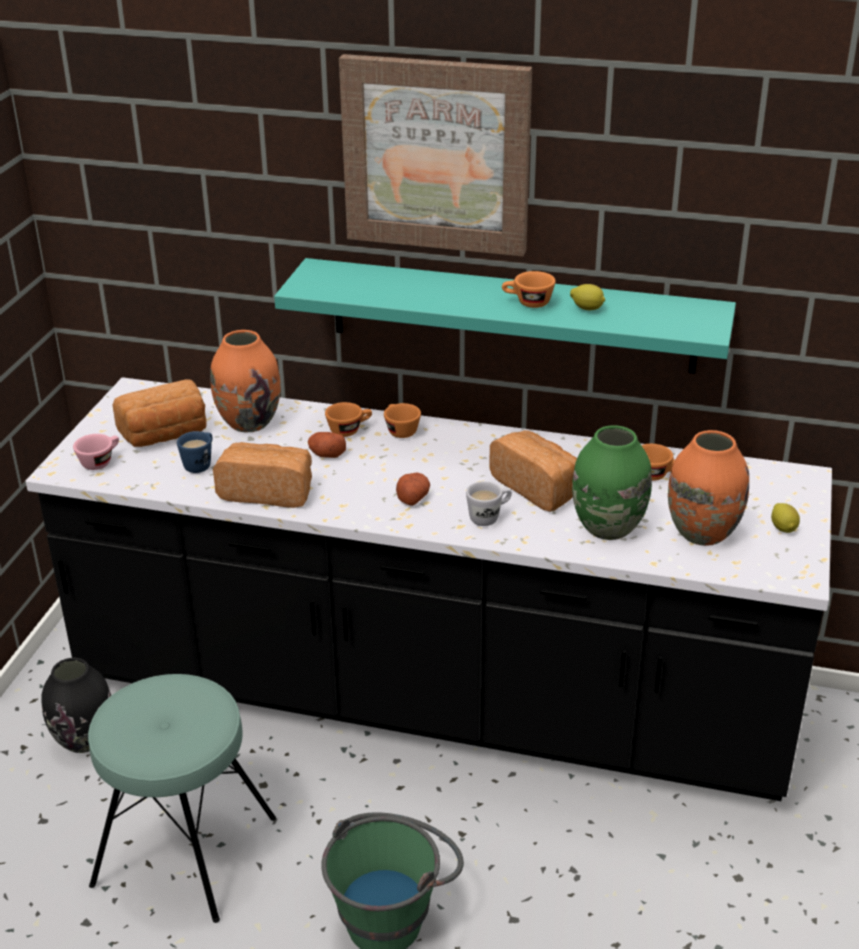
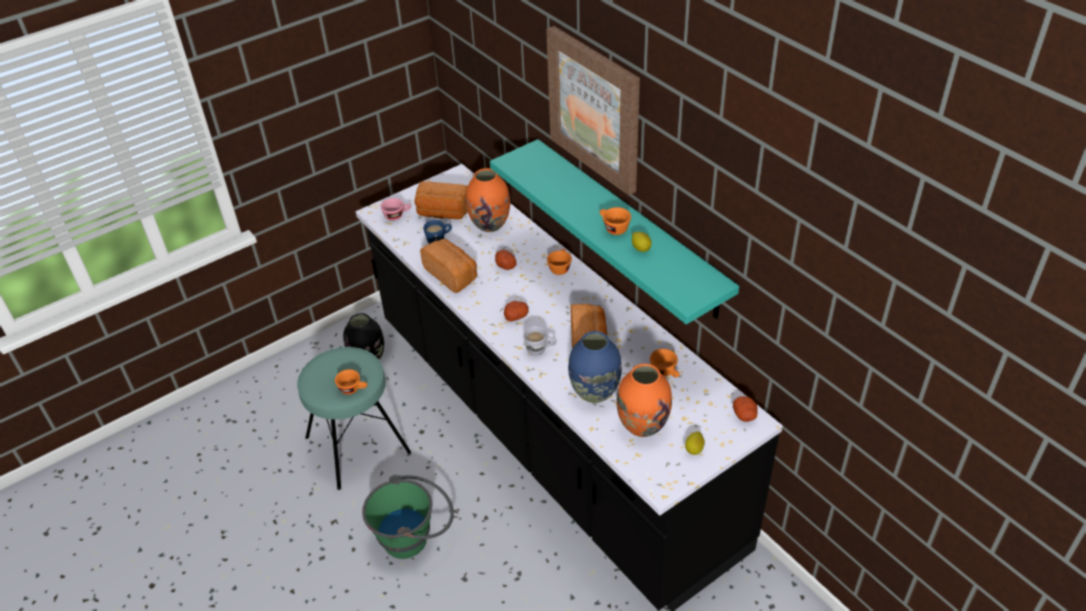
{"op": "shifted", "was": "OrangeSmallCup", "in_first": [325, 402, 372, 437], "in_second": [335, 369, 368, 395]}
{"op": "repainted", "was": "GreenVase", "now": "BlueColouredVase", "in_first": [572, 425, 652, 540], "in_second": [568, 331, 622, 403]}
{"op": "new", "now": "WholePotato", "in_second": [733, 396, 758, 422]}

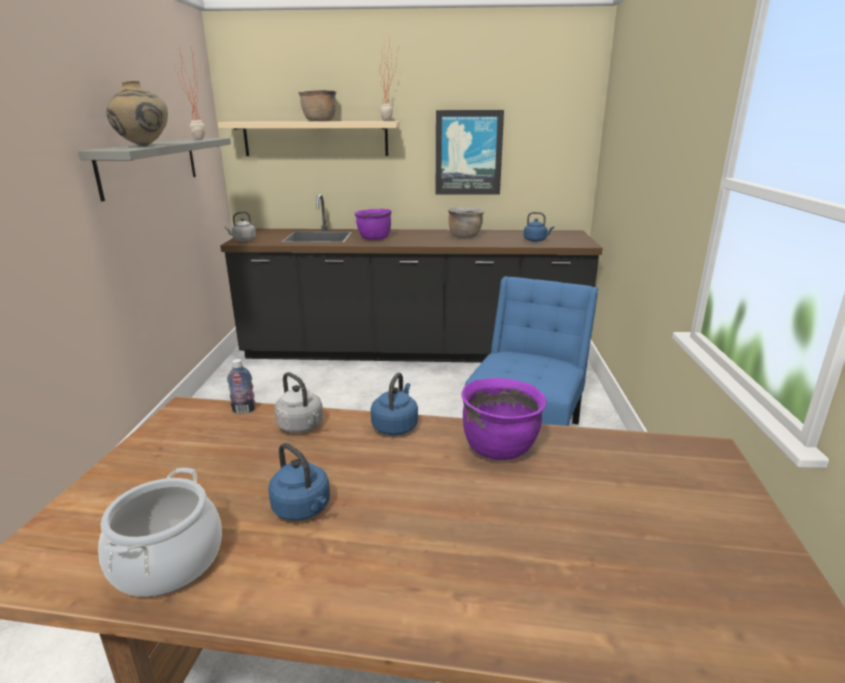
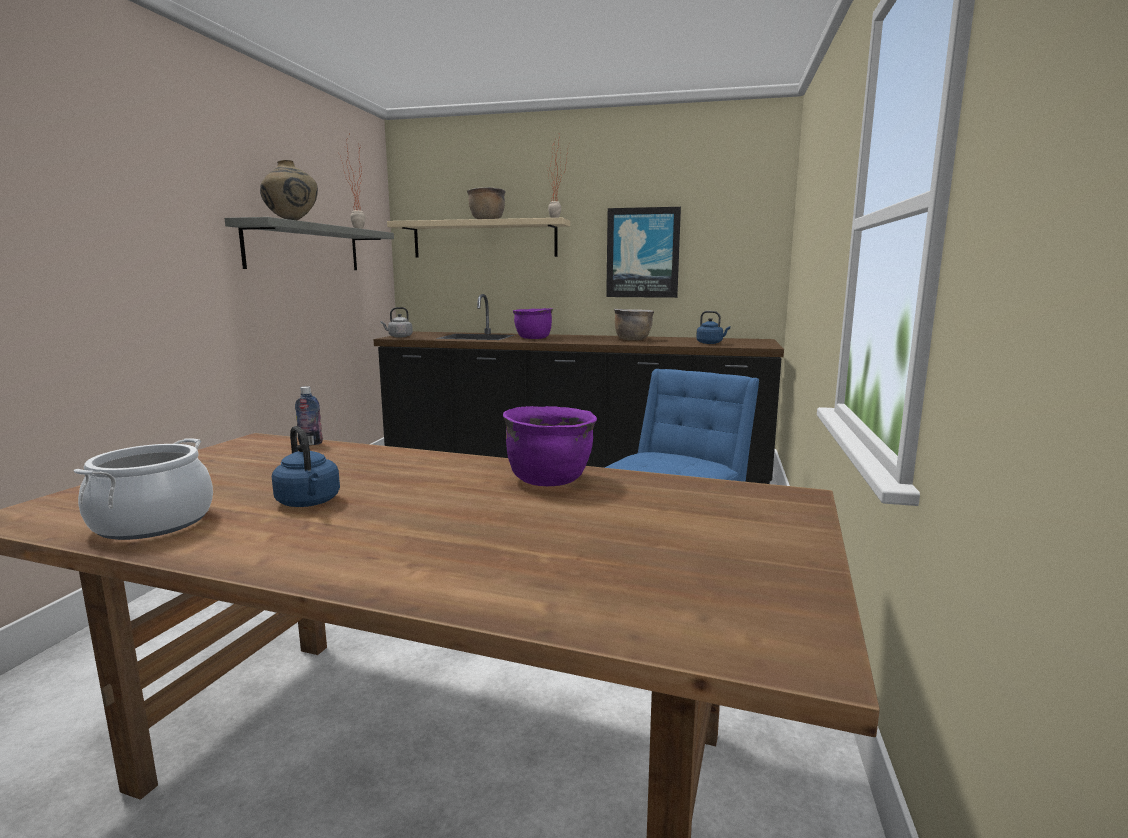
{"op": "gone", "was": "GrayKettle", "in_first": [274, 372, 323, 433]}
{"op": "gone", "was": "BlueColouredKettle", "in_first": [371, 373, 418, 435]}

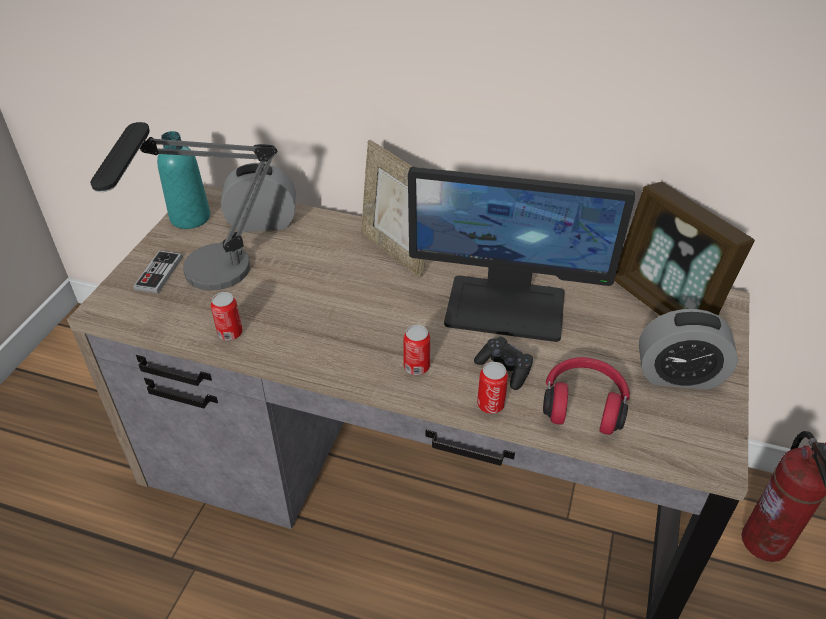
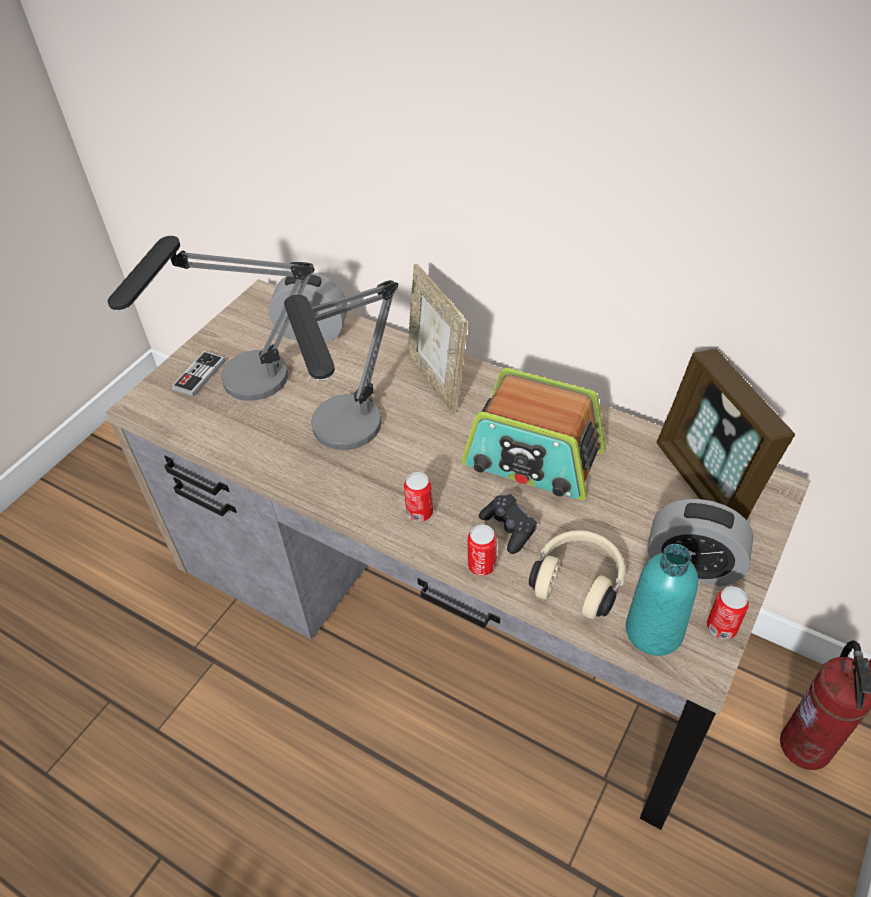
{"op": "shifted", "was": "TurquoiseDrinkBottle", "in_first": [157, 131, 210, 229], "in_second": [626, 544, 698, 656]}
{"op": "swapped", "was": "ComputerDisplay", "now": "RadioReceiver", "in_first": [408, 167, 635, 342], "in_second": [462, 368, 605, 500]}
{"op": "shifted", "was": "Can", "in_first": [211, 292, 243, 341], "in_second": [707, 586, 749, 640]}
{"op": "repainted", "was": "ReddishHeadphones", "now": "BeigeColouredHeadphones", "in_first": [543, 357, 630, 435], "in_second": [529, 530, 626, 619]}
{"op": "new", "now": "LampForATable", "in_second": [284, 280, 398, 450]}

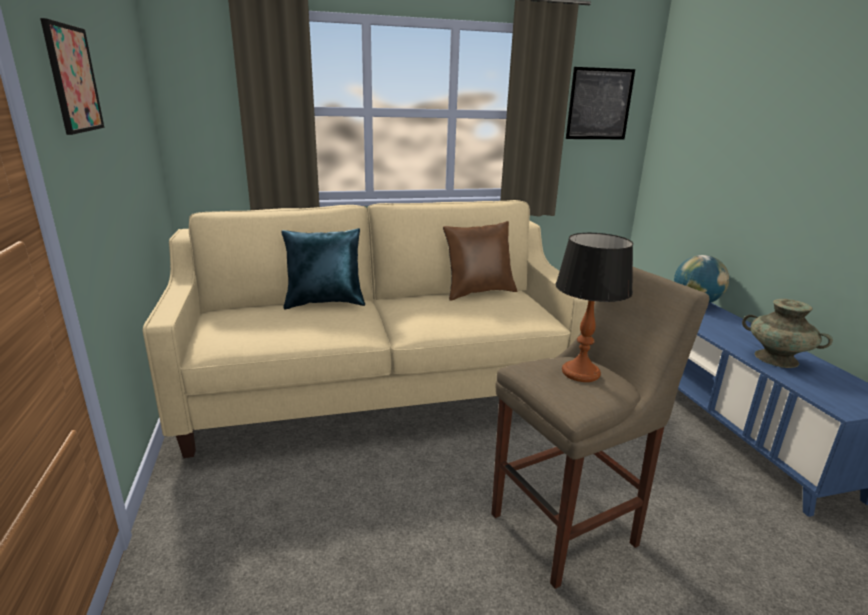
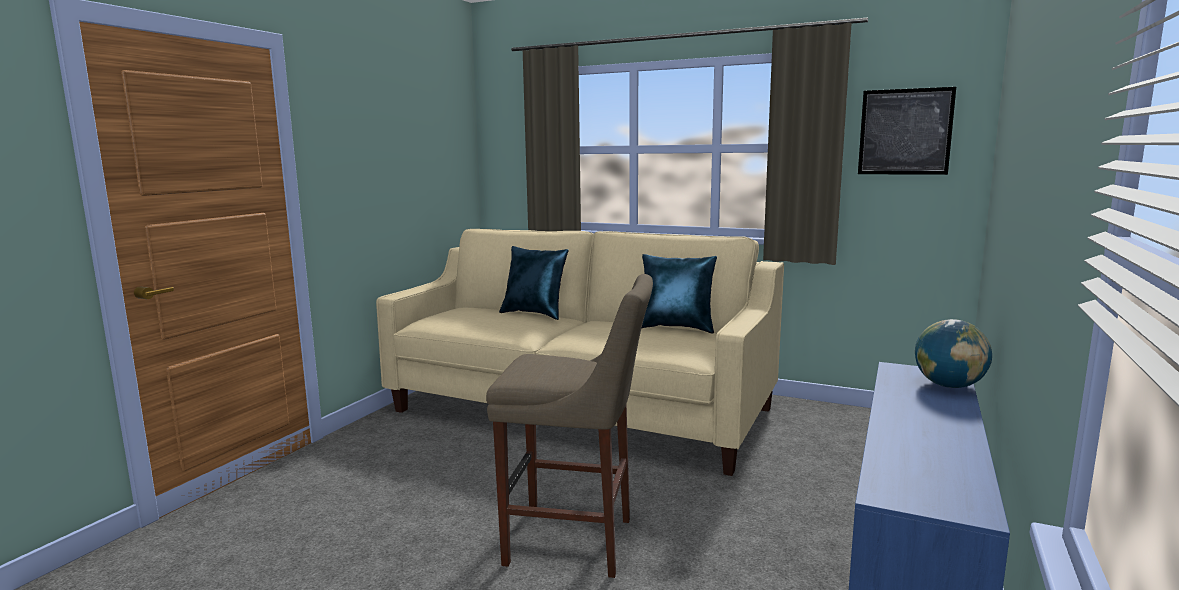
{"op": "gone", "was": "WallPicture", "in_first": [40, 18, 104, 135]}
{"op": "repainted", "was": "BrownCushion", "now": "BlueColouredCushion", "in_first": [443, 221, 517, 301], "in_second": [642, 254, 717, 334]}
{"op": "gone", "was": "LampForATable", "in_first": [556, 233, 633, 382]}
{"op": "gone", "was": "TurquoiseVase", "in_first": [742, 299, 833, 368]}

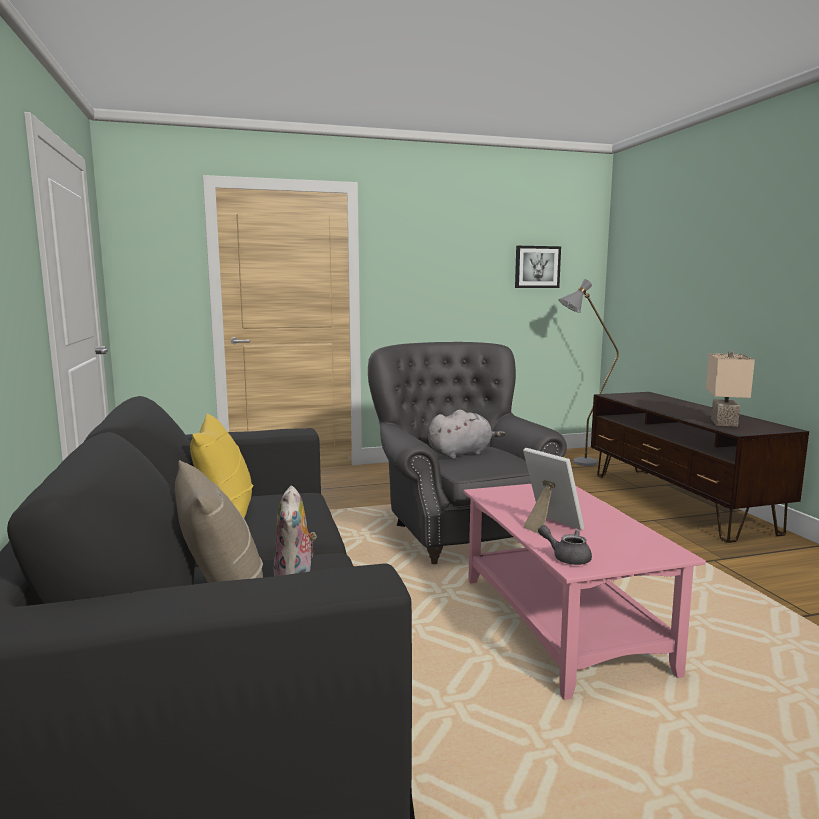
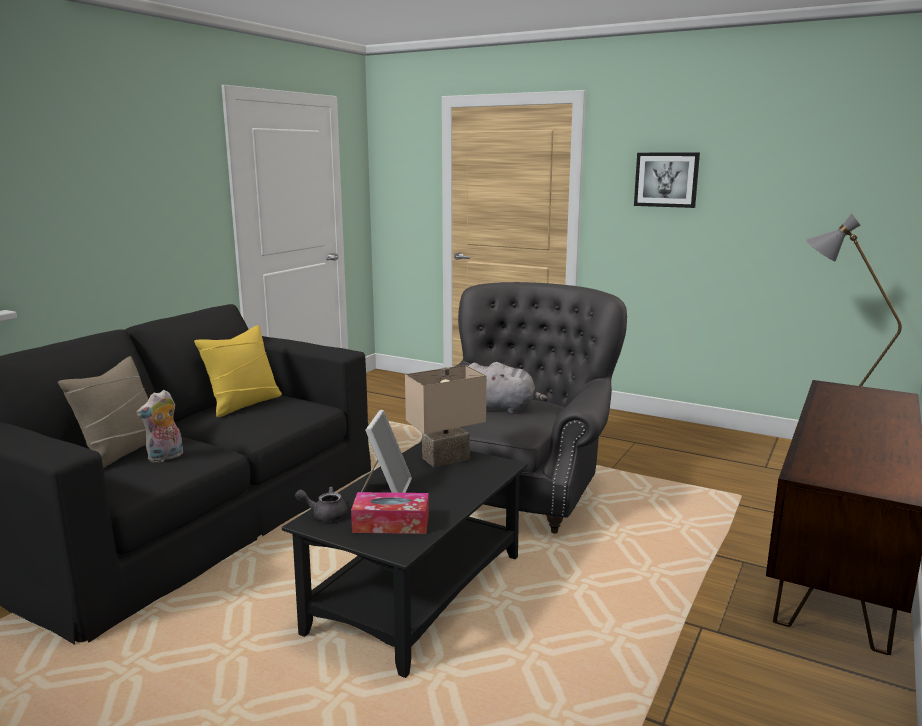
{"op": "shifted", "was": "WallPicture", "in_first": [515, 246, 561, 288], "in_second": [634, 153, 700, 208]}
{"op": "shifted", "was": "BeigeColouredLampForATable", "in_first": [706, 351, 755, 427], "in_second": [405, 365, 487, 467]}
{"op": "repainted", "was": "PinkishLoungeTable", "now": "BlackLoungeTable", "in_first": [464, 484, 706, 700], "in_second": [282, 441, 527, 678]}
{"op": "rotated", "was": "GrayTeaPot", "in_first": [538, 525, 592, 565], "in_second": [295, 487, 348, 521], "clockwise": -75}
{"op": "new", "now": "TissueBox", "in_second": [351, 492, 429, 534]}

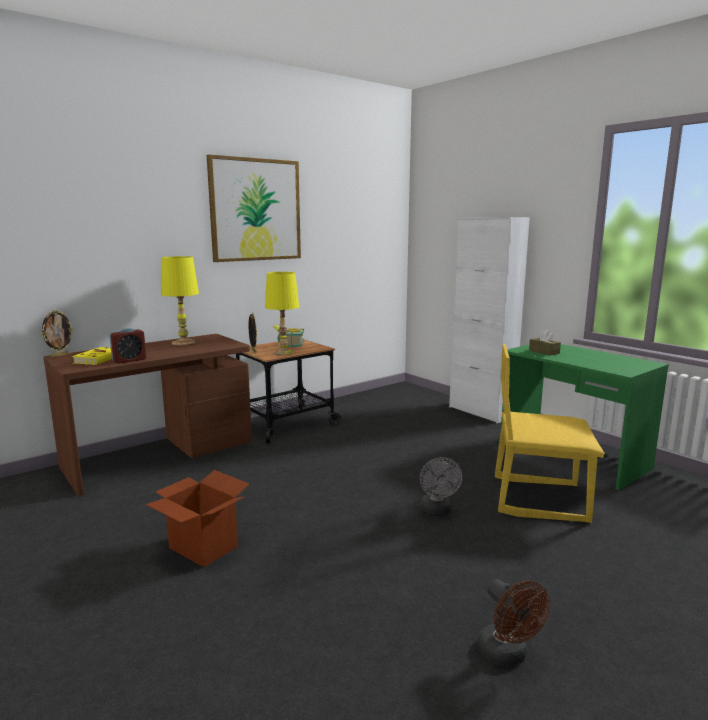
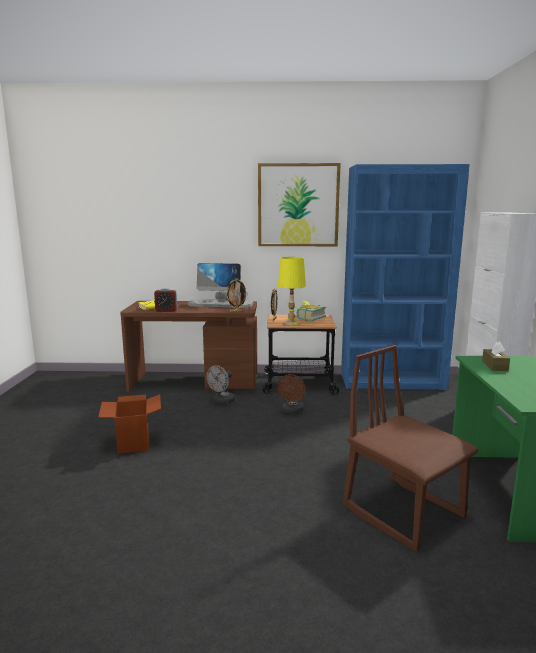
{"op": "swapped", "was": "YellowishLampForATable", "now": "ComputerDisplay", "in_first": [161, 256, 199, 346], "in_second": [188, 263, 253, 308]}
{"op": "shifted", "was": "PictureFrame", "in_first": [41, 310, 74, 357], "in_second": [226, 278, 248, 312]}
{"op": "repainted", "was": "YellowishUprightChair", "now": "BrownUprightChair", "in_first": [495, 344, 605, 523], "in_second": [343, 345, 478, 553]}
{"op": "shifted", "was": "GrayFan", "in_first": [420, 457, 462, 515], "in_second": [207, 365, 235, 404]}
{"op": "shifted", "was": "BrownFan", "in_first": [478, 579, 550, 666], "in_second": [277, 374, 306, 414]}
{"op": "new", "now": "BlueColouredShelvingUnit", "in_second": [341, 164, 470, 390]}

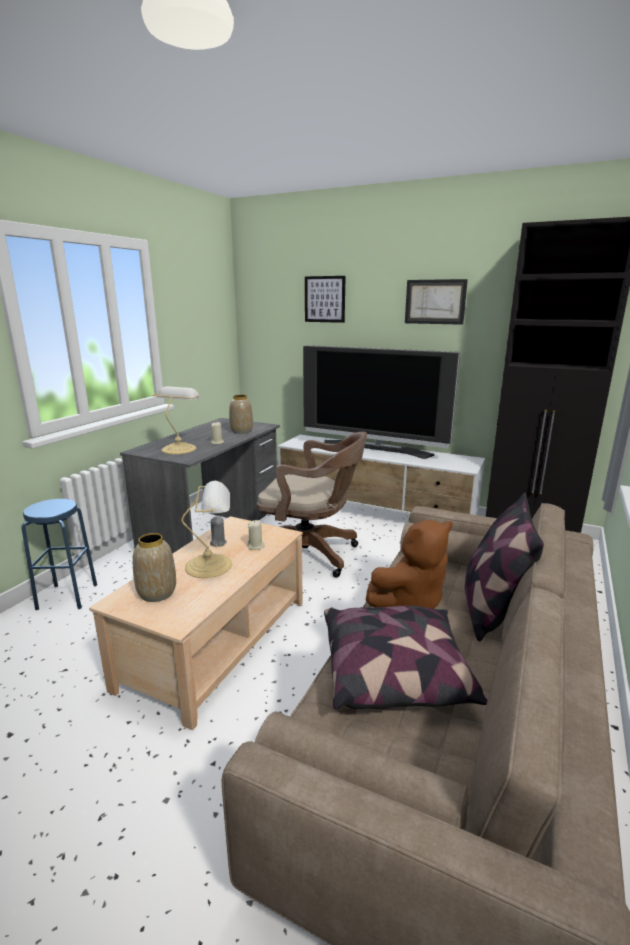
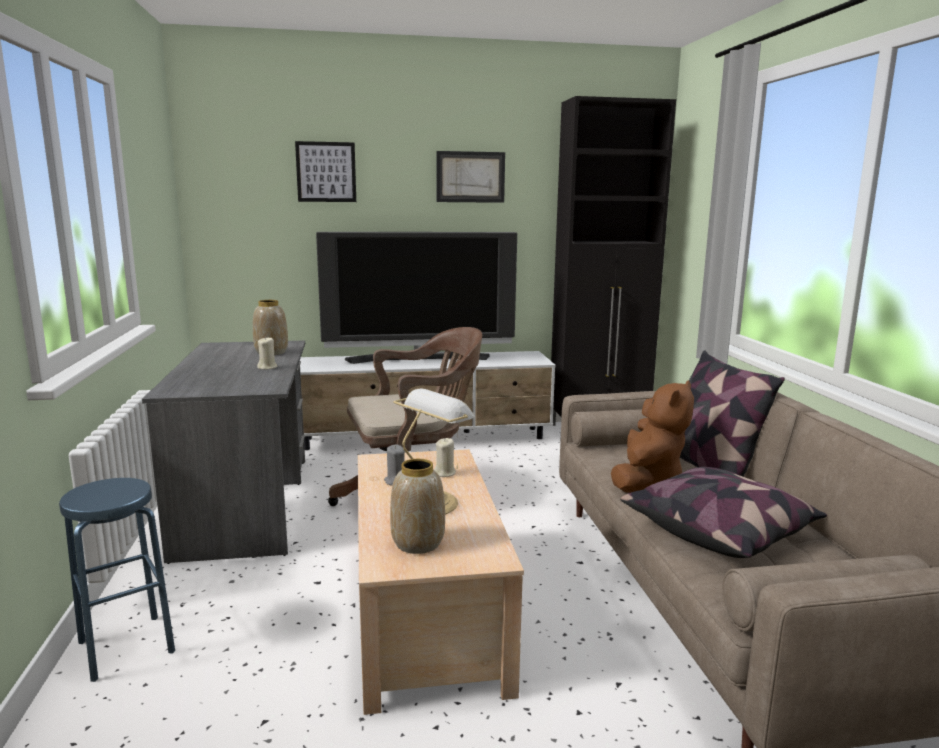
{"op": "gone", "was": "LampForATable", "in_first": [151, 386, 201, 454]}

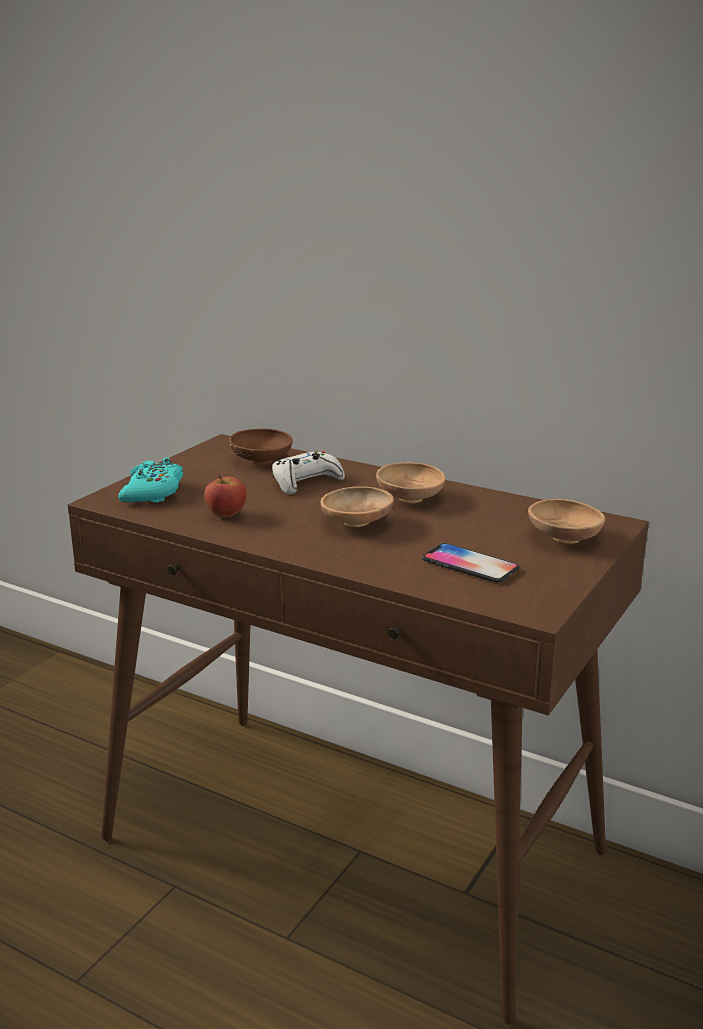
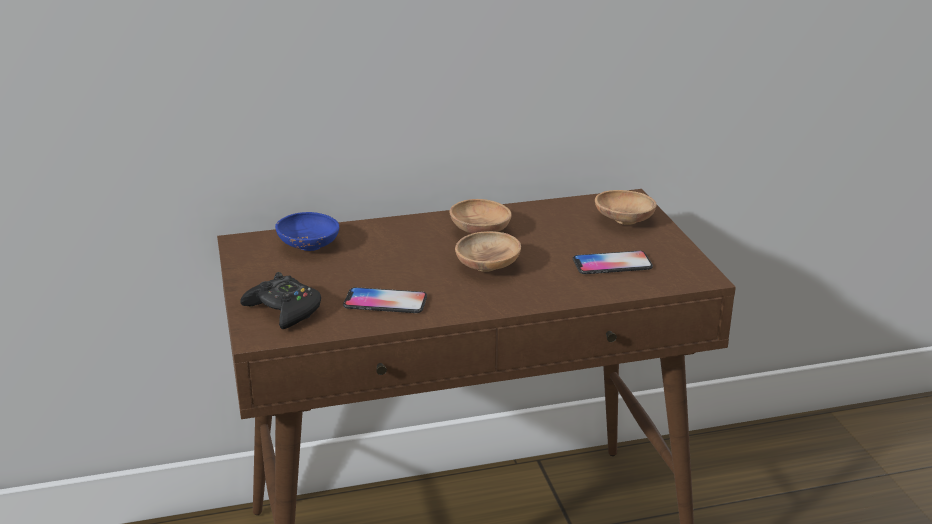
{"op": "repainted", "was": "BrownServingBowl", "now": "BlueColouredServingBowl", "in_first": [229, 429, 293, 465], "in_second": [275, 212, 339, 251]}
{"op": "gone", "was": "WhitishGamepad", "in_first": [272, 451, 345, 494]}
{"op": "repainted", "was": "TurquoiseGamepad", "now": "BlackGamepad", "in_first": [118, 457, 183, 503], "in_second": [240, 272, 321, 329]}
{"op": "swapped", "was": "Apple", "now": "Telephone", "in_first": [204, 475, 247, 518], "in_second": [343, 287, 427, 313]}

